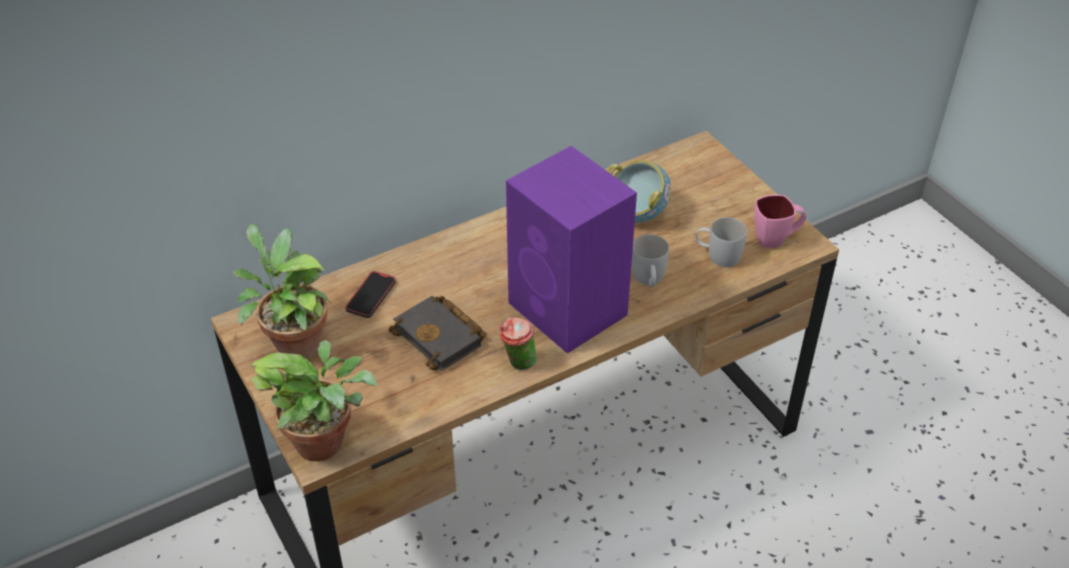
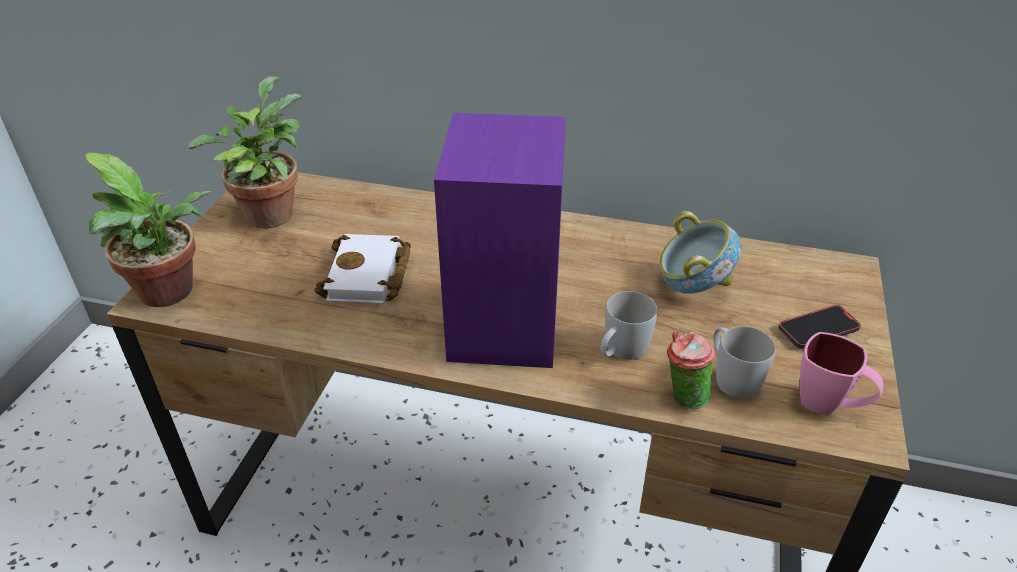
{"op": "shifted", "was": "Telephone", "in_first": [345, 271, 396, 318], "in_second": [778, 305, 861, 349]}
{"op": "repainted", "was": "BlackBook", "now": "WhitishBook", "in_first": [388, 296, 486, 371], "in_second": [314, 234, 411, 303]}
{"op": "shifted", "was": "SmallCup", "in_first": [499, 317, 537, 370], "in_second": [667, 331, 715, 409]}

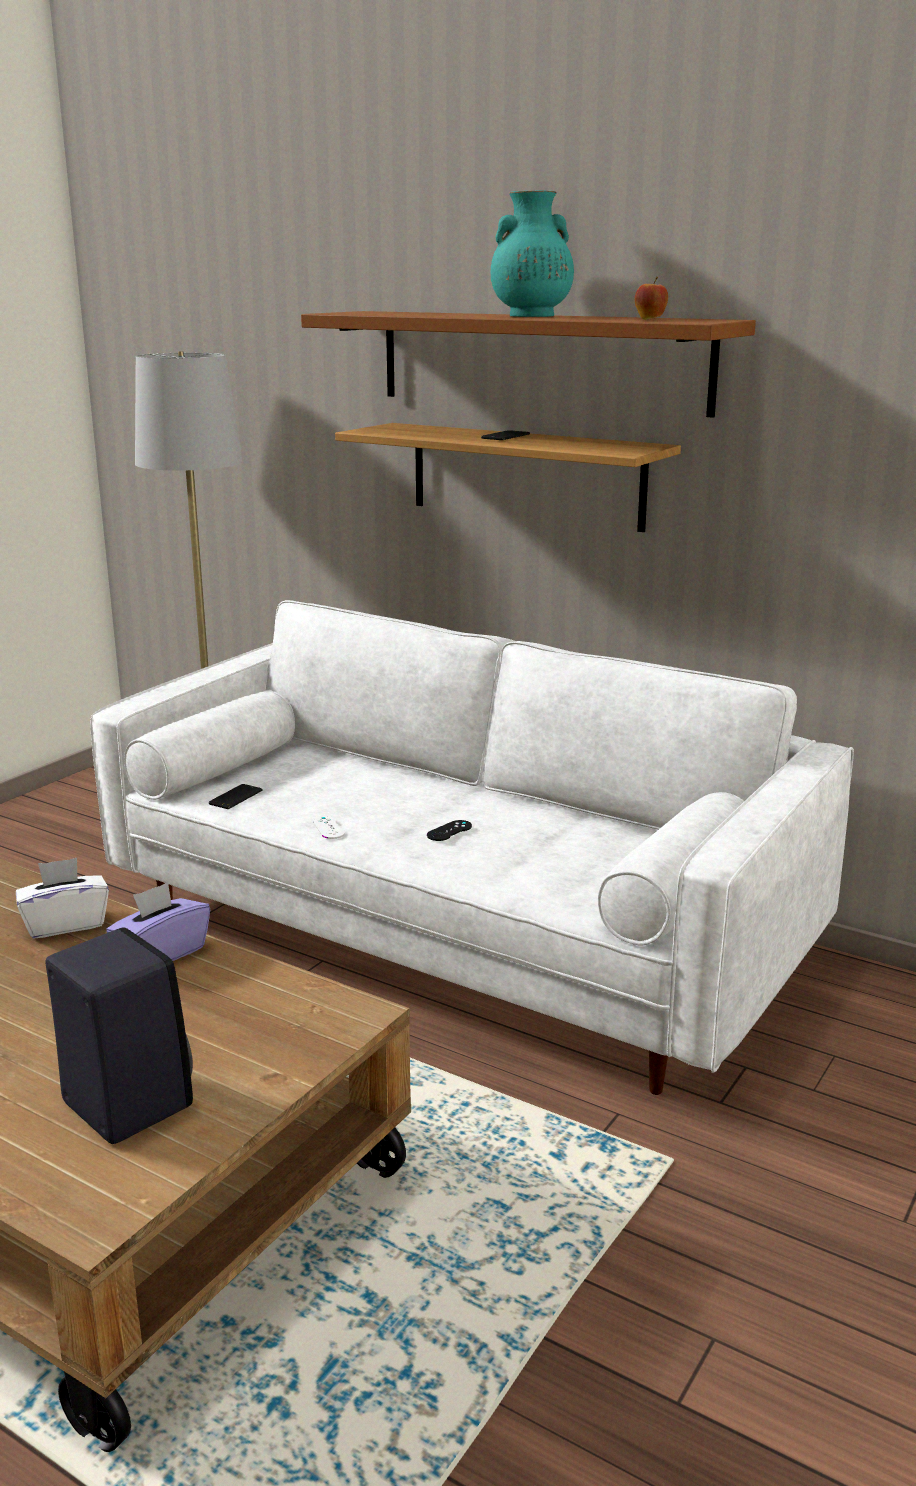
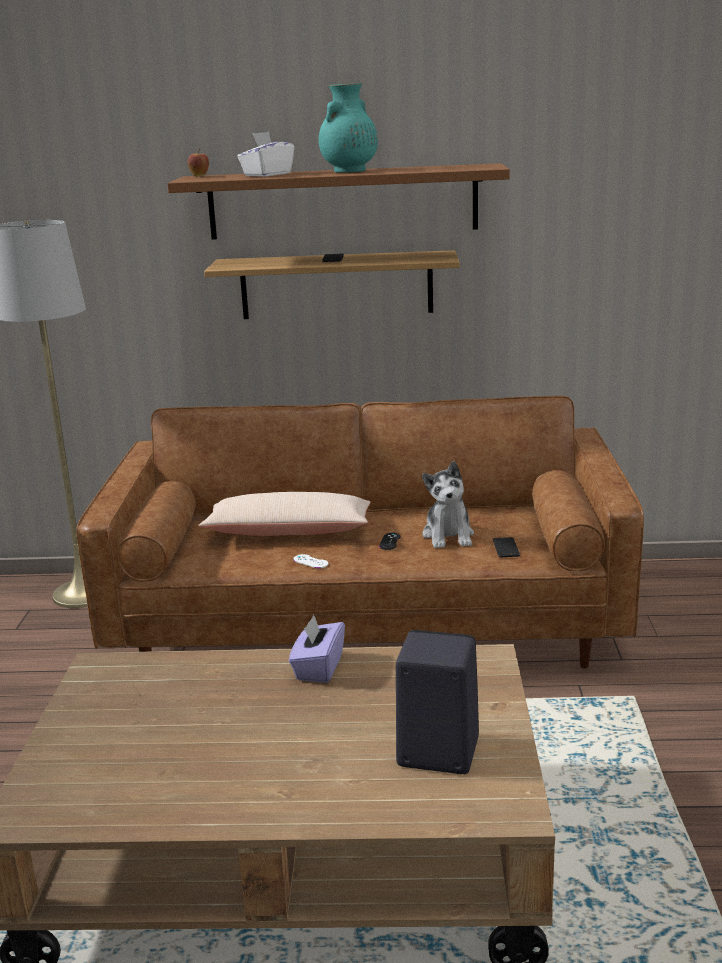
{"op": "shifted", "was": "Apple", "in_first": [635, 277, 668, 320], "in_second": [188, 148, 209, 177]}
{"op": "repainted", "was": "WhitishCouch", "now": "BrownCouch", "in_first": [90, 600, 854, 1095], "in_second": [76, 396, 644, 668]}
{"op": "shifted", "was": "Telephone", "in_first": [209, 784, 263, 809], "in_second": [493, 537, 520, 557]}
{"op": "shifted", "was": "WhitishTissueBox", "in_first": [16, 858, 109, 939], "in_second": [238, 131, 294, 176]}
{"op": "new", "now": "CuddlyToy", "in_second": [422, 461, 474, 548]}
{"op": "new", "now": "BeigeColouredCushion", "in_second": [198, 492, 370, 536]}

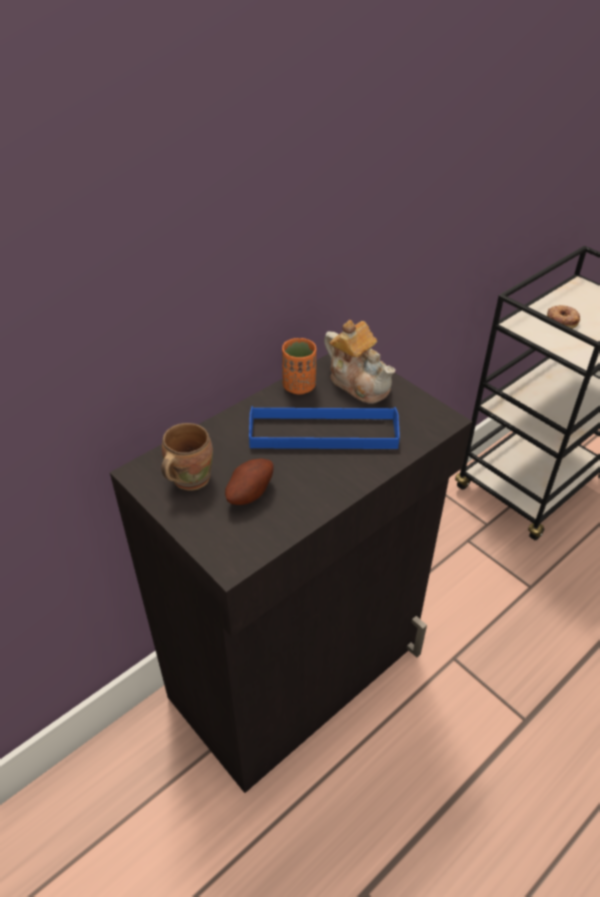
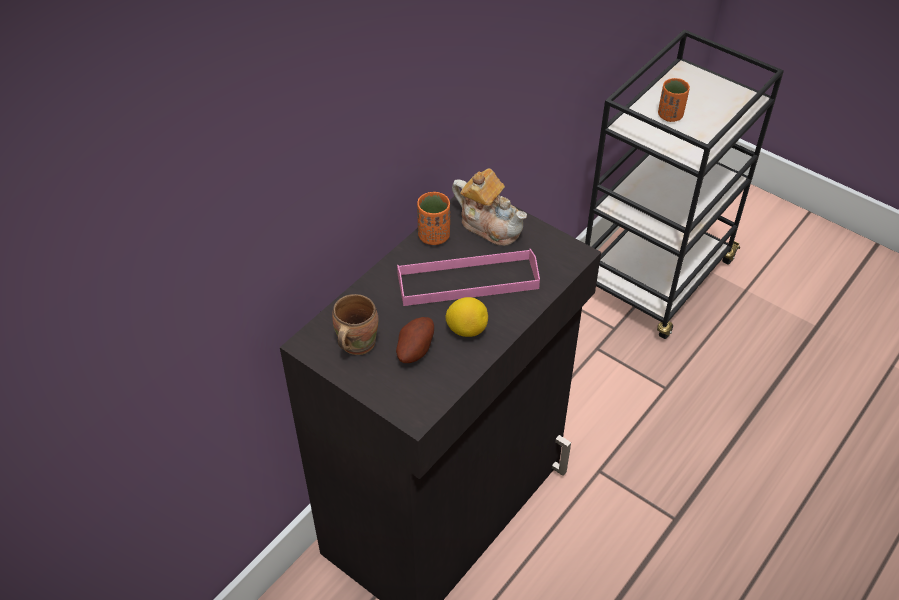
{"op": "swapped", "was": "RingDoughnut", "now": "OrangeSmallCup", "in_first": [547, 305, 580, 329], "in_second": [658, 78, 690, 122]}
{"op": "repainted", "was": "BlueColouredServingTray", "now": "PinkishServingTray", "in_first": [249, 406, 400, 449], "in_second": [397, 249, 540, 306]}
{"op": "new", "now": "Lemon", "in_second": [445, 297, 488, 337]}

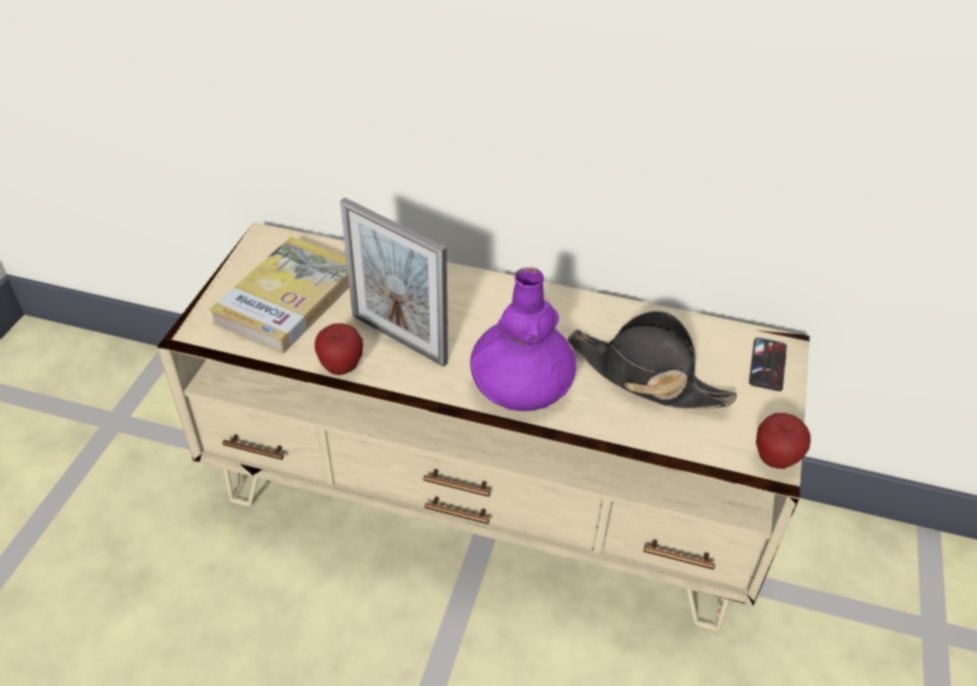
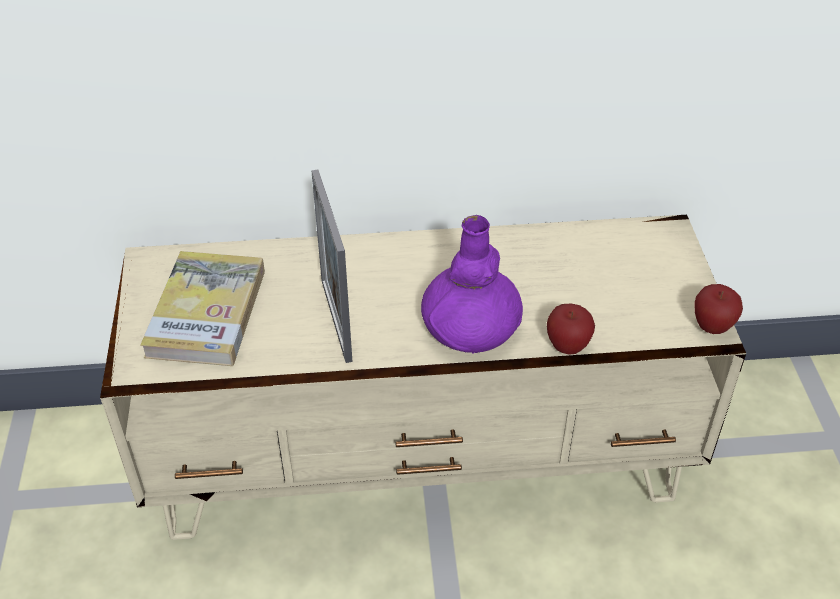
{"op": "rotated", "was": "PictureFrame", "in_first": [340, 198, 448, 367], "in_second": [312, 170, 352, 363], "clockwise": 60}
{"op": "gone", "was": "BlackClothingHat", "in_first": [567, 311, 737, 409]}
{"op": "shifted", "was": "Apple", "in_first": [315, 323, 363, 375], "in_second": [547, 303, 595, 355]}
{"op": "gone", "was": "Telephone", "in_first": [749, 338, 787, 391]}

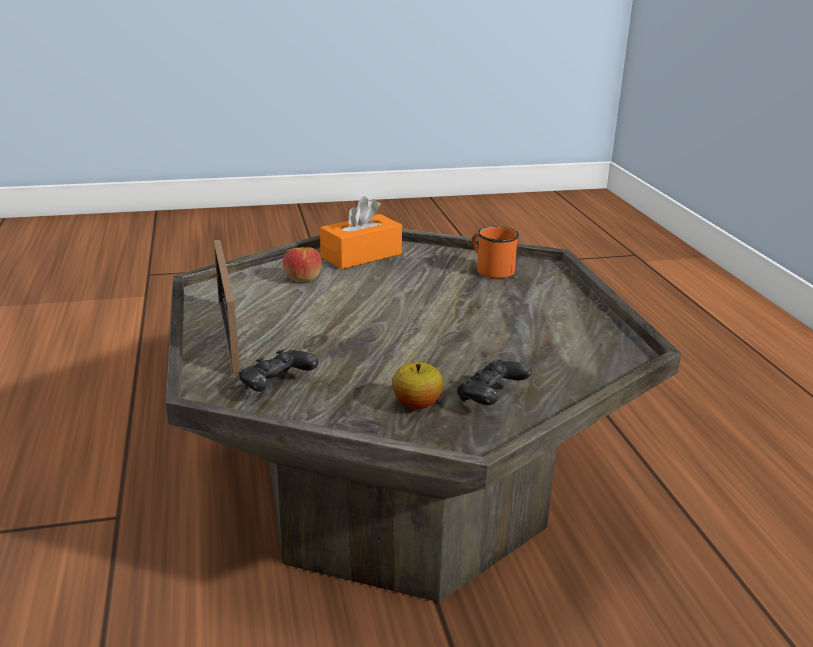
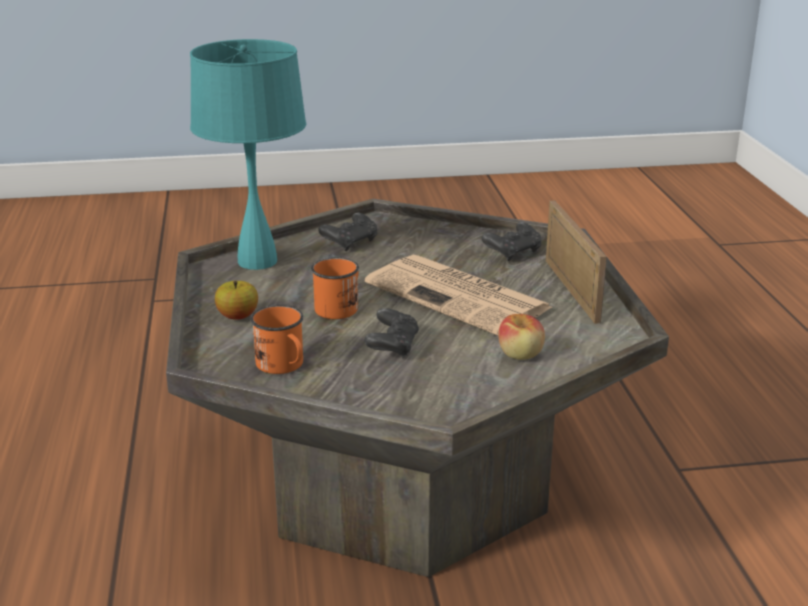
{"op": "gone", "was": "OrangeTissueBox", "in_first": [320, 196, 402, 269]}
{"op": "shifted", "was": "Apple", "in_first": [393, 362, 443, 409], "in_second": [215, 281, 258, 320]}
{"op": "new", "now": "TurquoiseLampForATable", "in_second": [190, 39, 306, 270]}
{"op": "new", "now": "DailyPaper", "in_second": [365, 255, 552, 336]}
{"op": "new", "now": "OrangeMug", "in_second": [311, 258, 359, 319]}
{"op": "new", "now": "BlackGamepad", "in_second": [364, 308, 419, 358]}

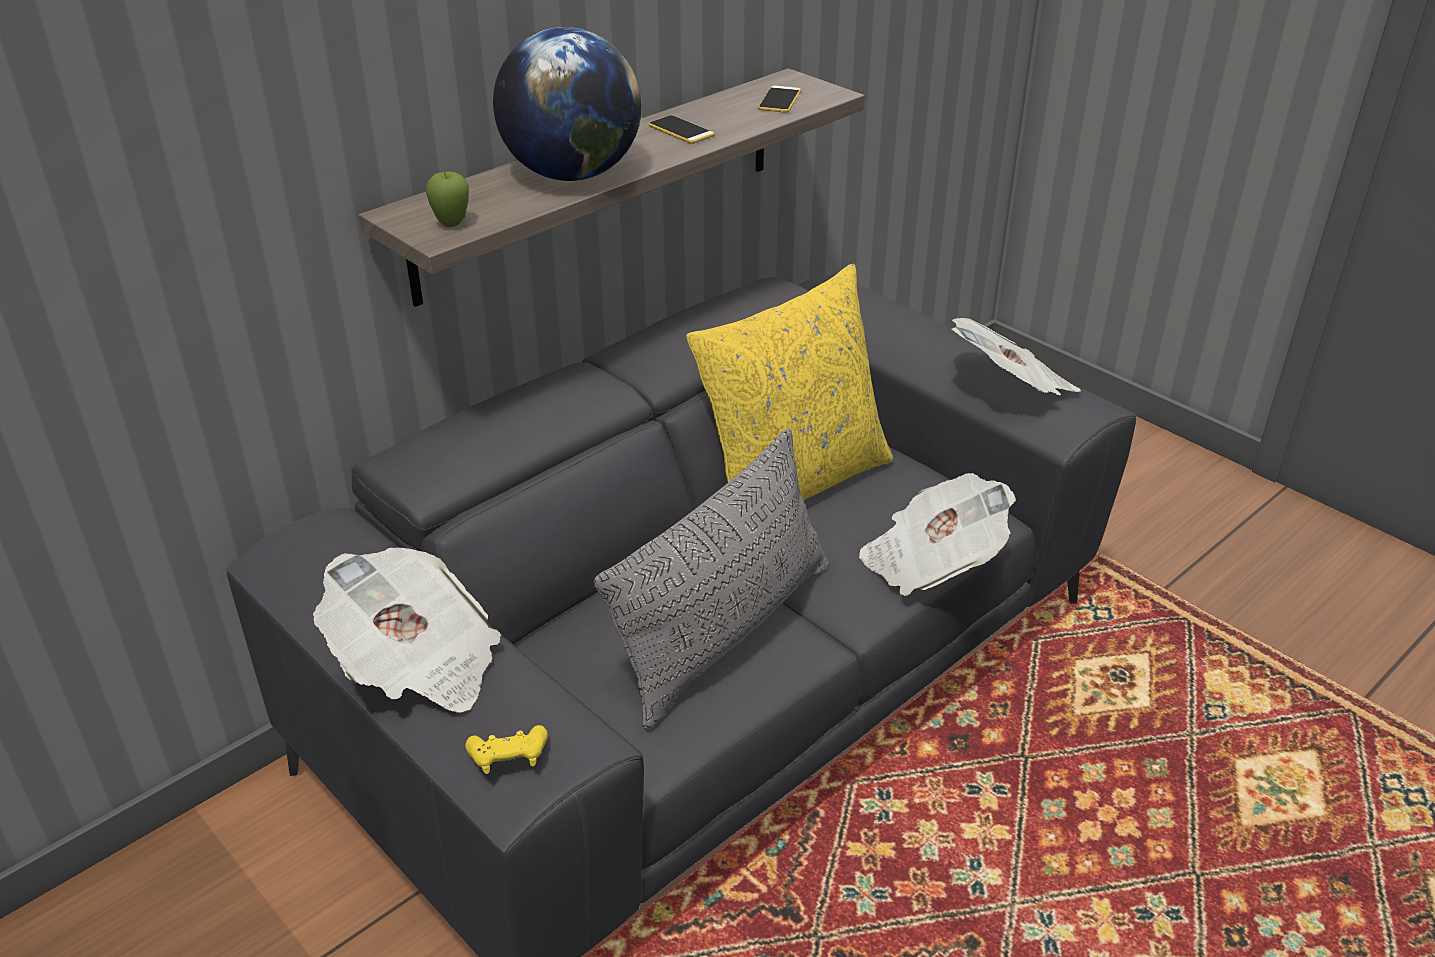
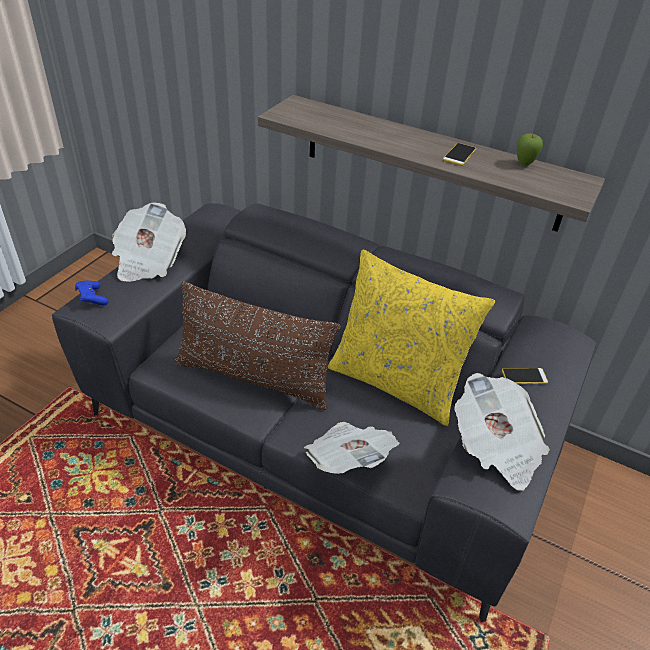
{"op": "gone", "was": "WorldGlobe", "in_first": [493, 27, 641, 181]}
{"op": "shifted", "was": "Telephone", "in_first": [758, 85, 801, 113], "in_second": [502, 368, 548, 384]}
{"op": "shifted", "was": "Apple", "in_first": [426, 171, 469, 227], "in_second": [517, 133, 543, 166]}
{"op": "repainted", "was": "GrayCushion", "now": "BrownCushion", "in_first": [594, 429, 829, 729], "in_second": [175, 282, 341, 410]}
{"op": "repainted", "was": "YellowishGamepad", "now": "BlueColouredGamepad", "in_first": [465, 725, 548, 774], "in_second": [75, 281, 109, 306]}

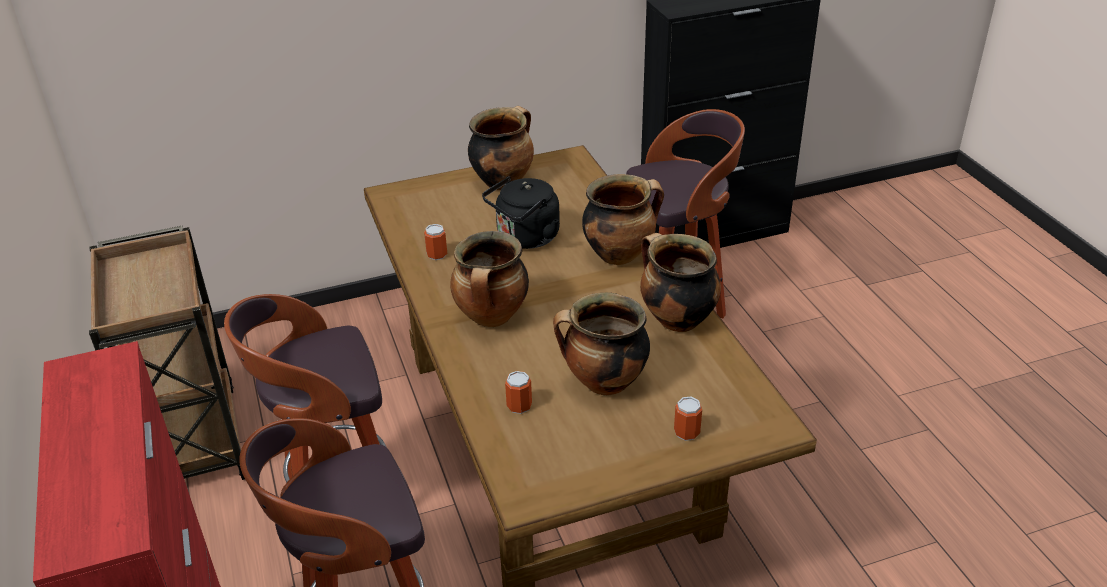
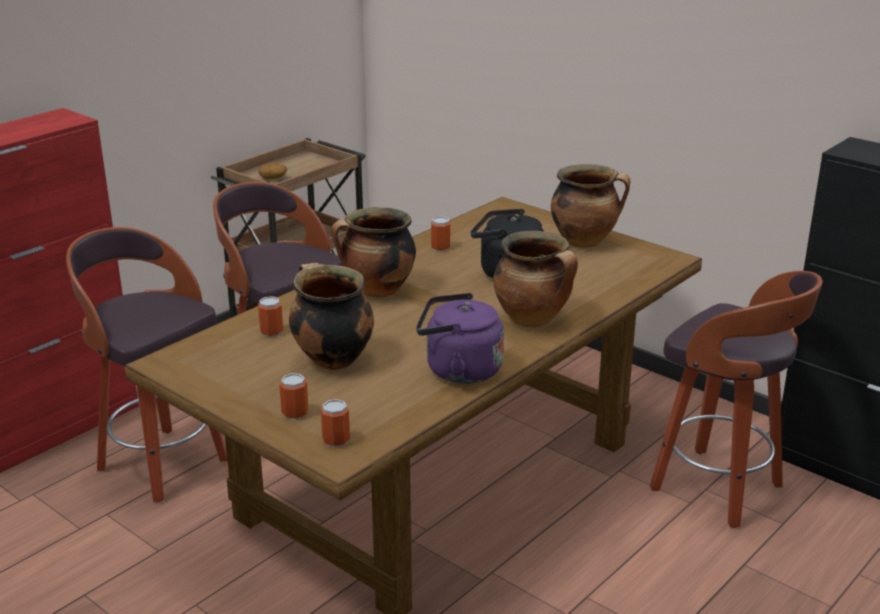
{"op": "swapped", "was": "Stockpot", "now": "PurplishKettle", "in_first": [640, 233, 721, 332], "in_second": [416, 293, 504, 384]}
{"op": "new", "now": "WholePotato", "in_second": [258, 163, 287, 179]}
{"op": "new", "now": "Can", "in_second": [321, 399, 350, 447]}

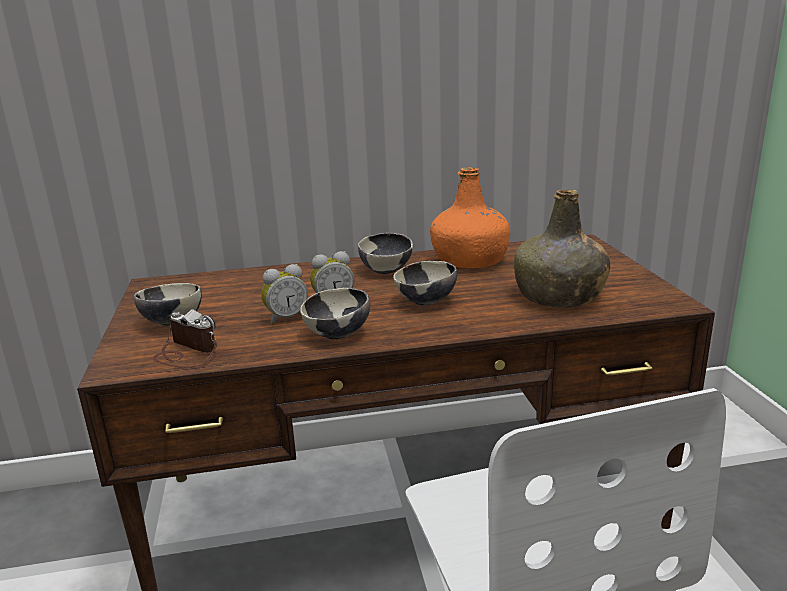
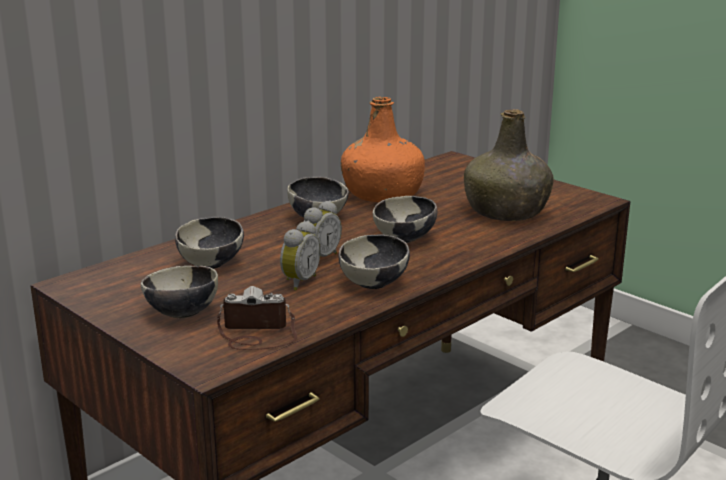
{"op": "new", "now": "ServingBowl", "in_second": [175, 217, 244, 269]}

